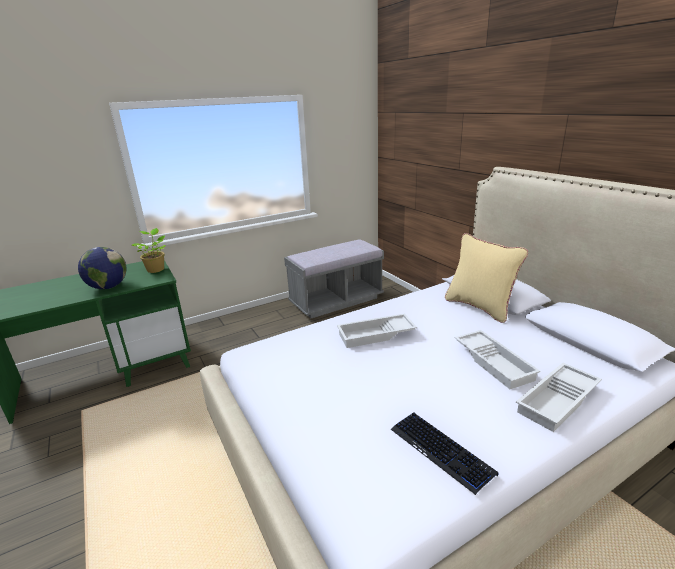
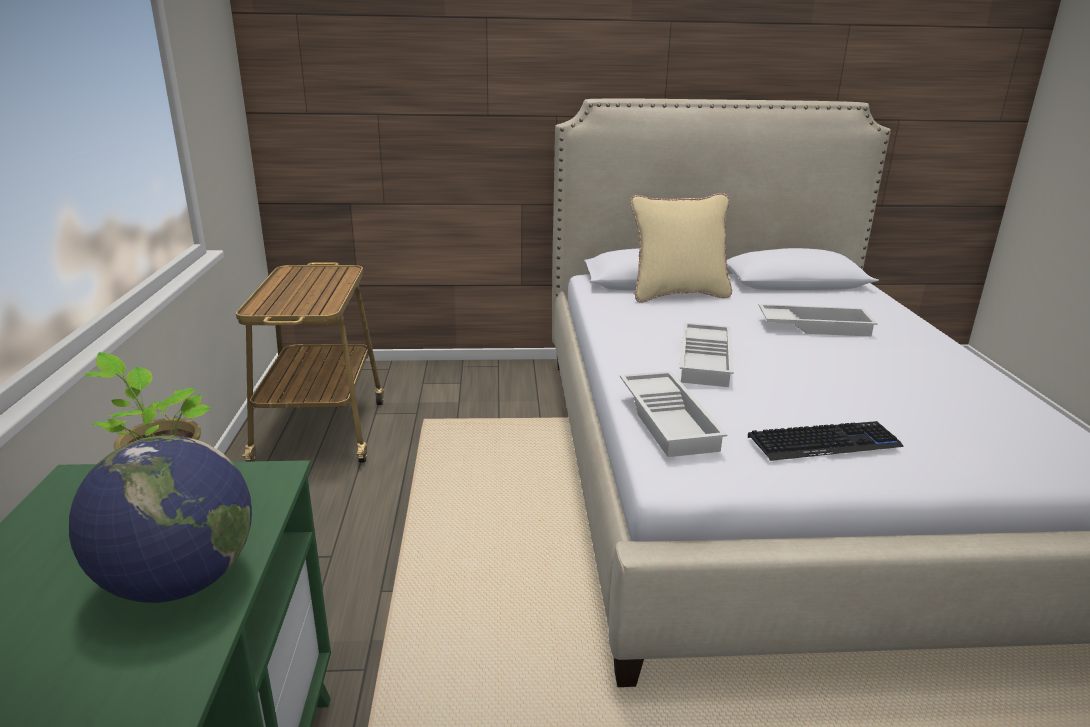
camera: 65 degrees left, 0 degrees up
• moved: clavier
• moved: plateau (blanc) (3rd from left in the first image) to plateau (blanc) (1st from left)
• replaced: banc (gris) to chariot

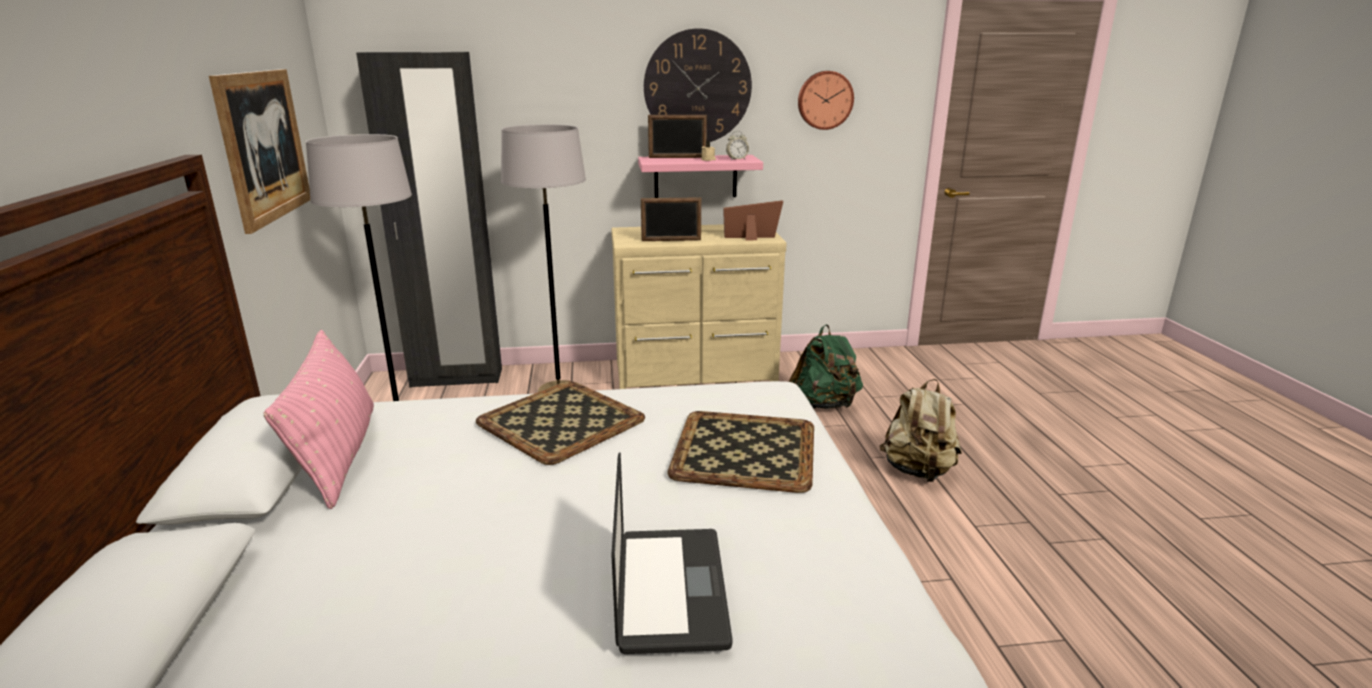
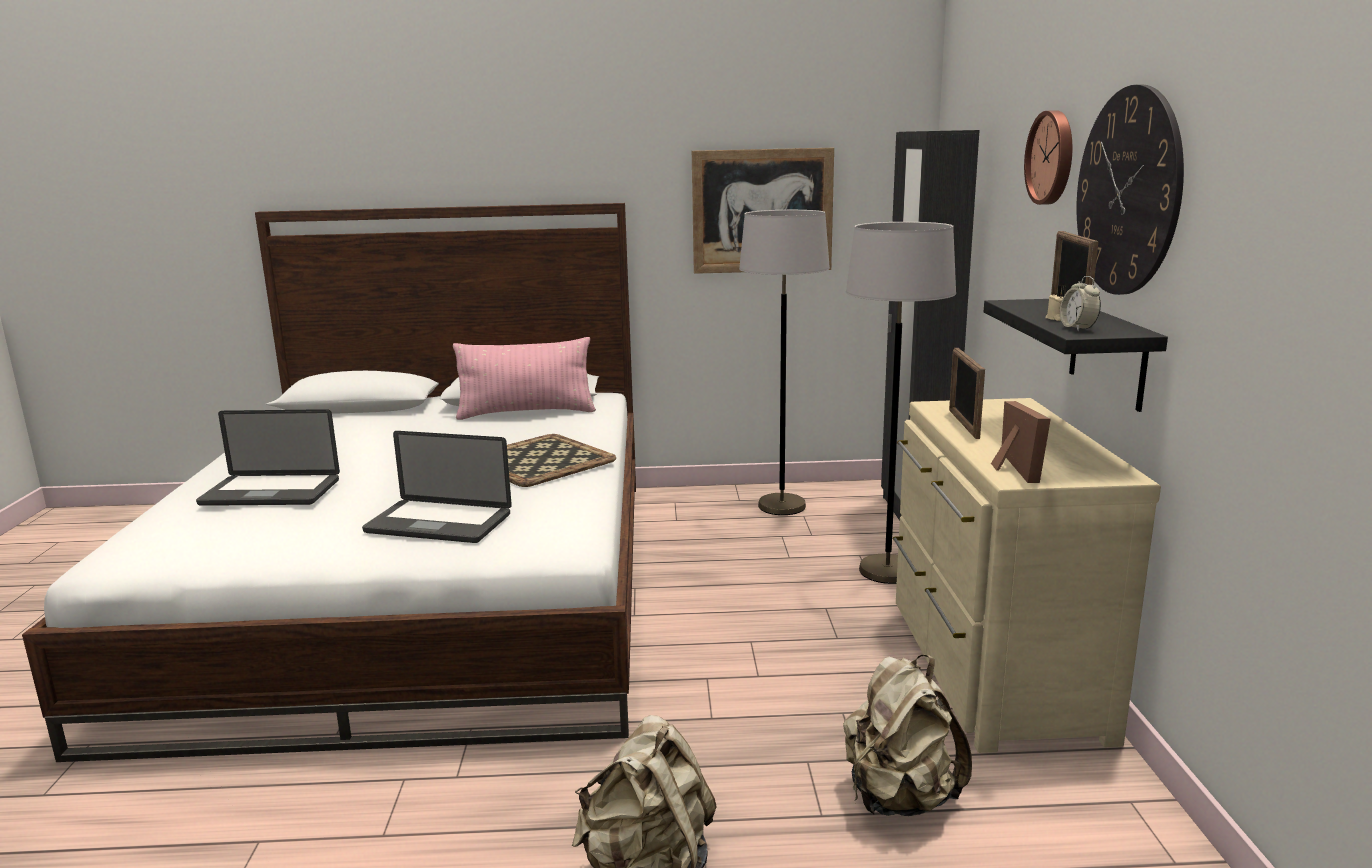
camera: 95 degrees right, 5 degrees down
• moved: horloge murale (2nd from left in the first image) to horloge murale (1st from left)
• replaced: plateau (2nd from left) to ordinateur portable (2nd from left)
• recoloured: étagère (rose) to étagère (noir)
• recoloured: sac à dos (vert) to sac à dos (beige) (2nd from left)

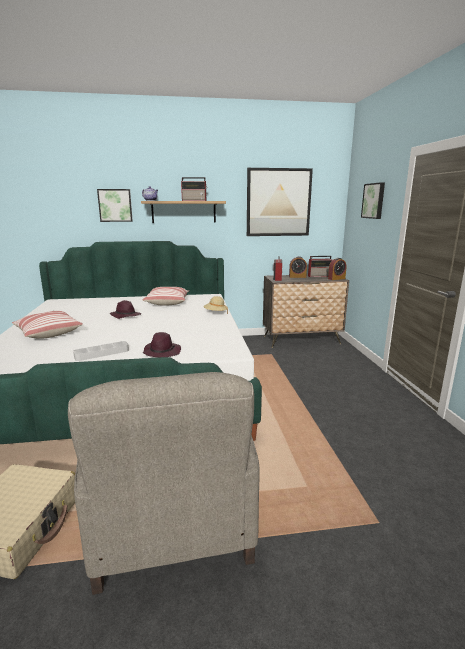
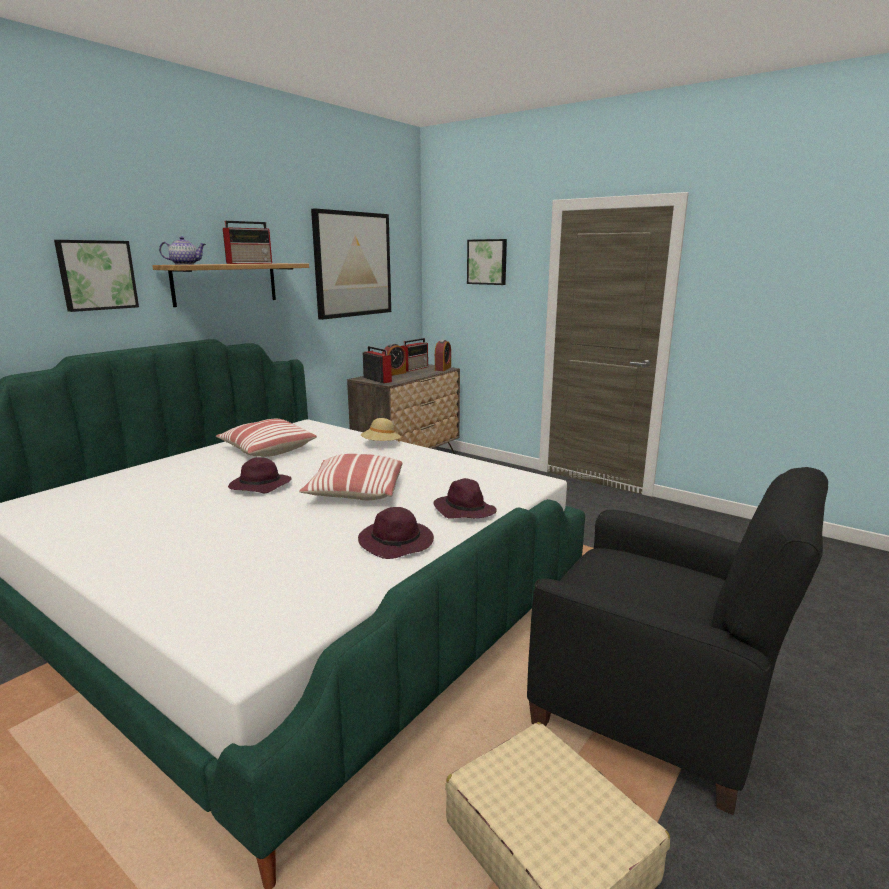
camera: 45 degrees left, 0 degrees up
• moved: coussin (1st from left in the first image) to coussin (2nd from left)
• replaced: plateau (gris) to chapeau (violet) (2nd from left)
• recoloured: fauteuil (beige) to fauteuil (noir)

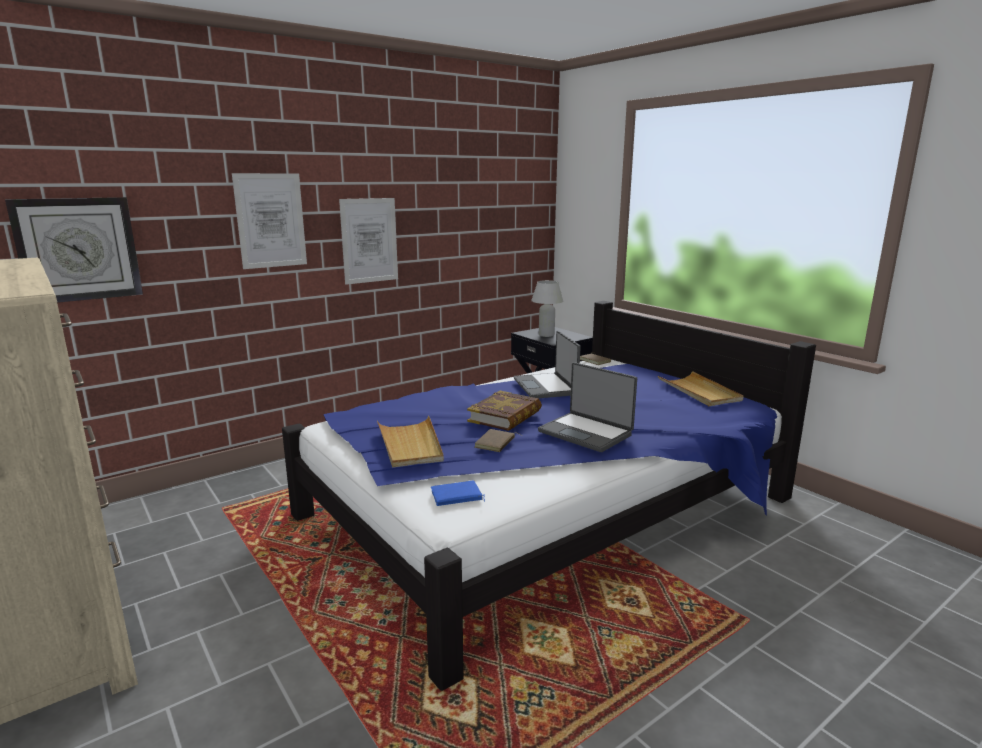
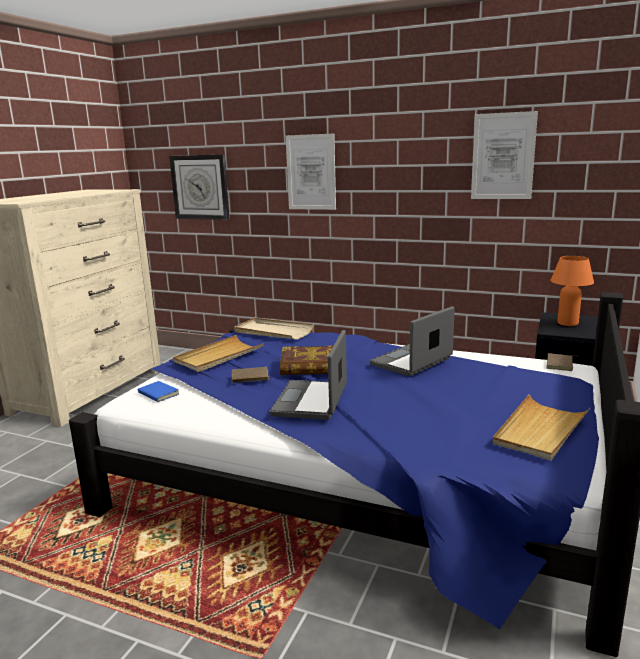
camera: 60 degrees right, 0 degrees up
• added: plateau (beige) (2nd from left)
• moved: tableau (2nd from left)
• recoloured: lampe de table (blanc) to lampe de table (orange)

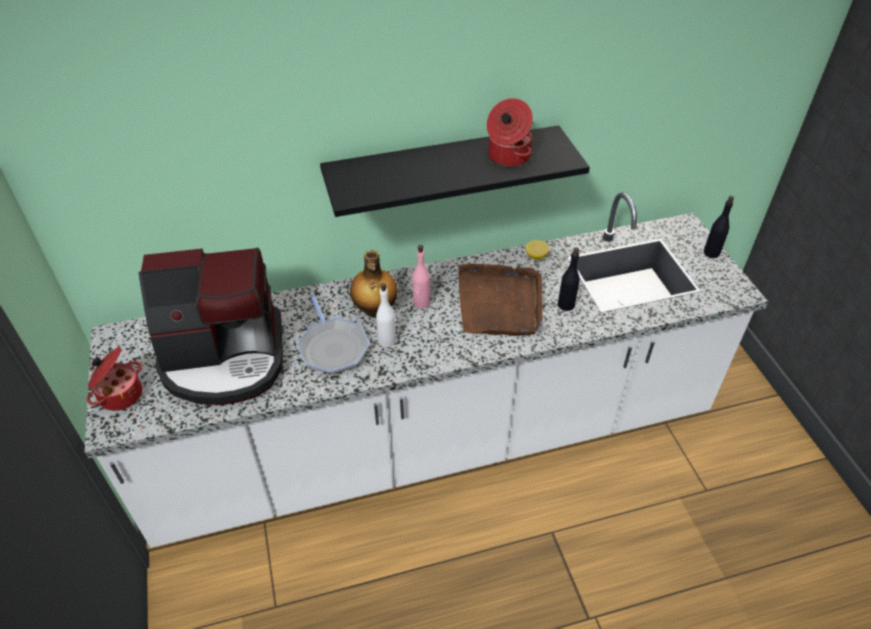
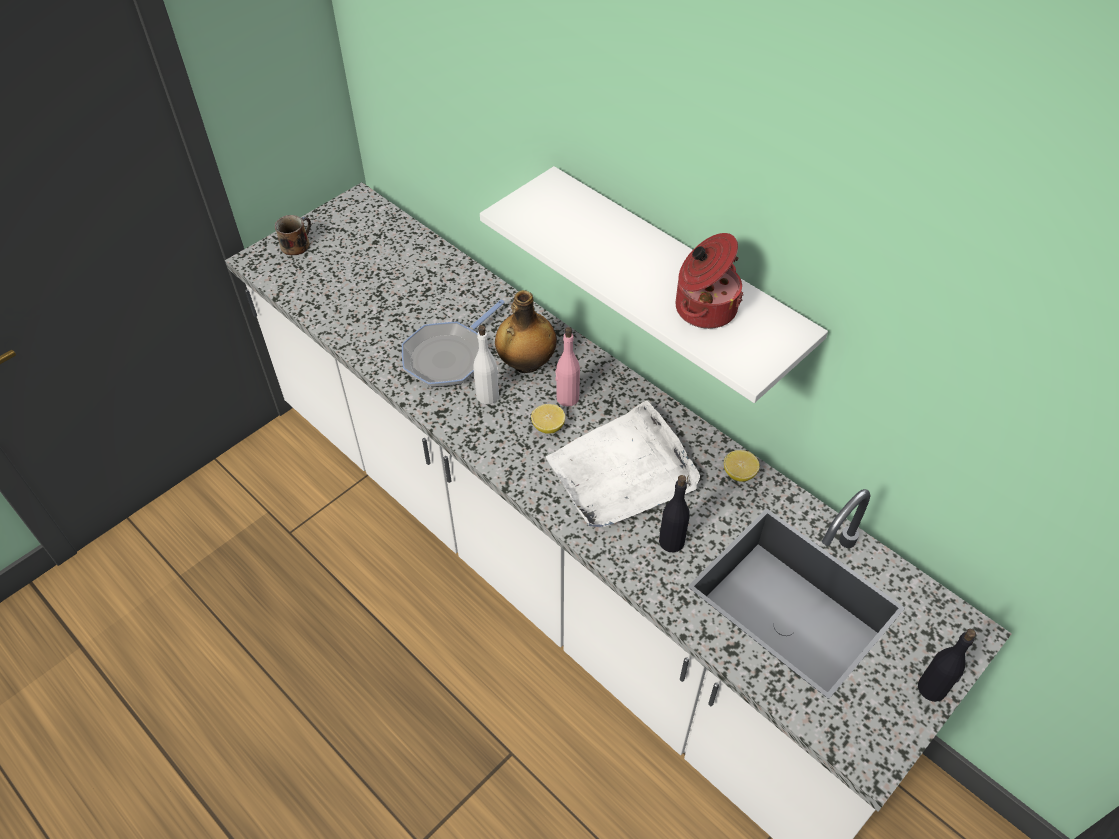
camera: 60 degrees right, 5 degrees up
• removed: machine à café
• added: citron (1st from left)
• replaced: marmite (1st from left) to mug
• recoloured: étagère (noir) to étagère (blanc)
• recoloured: plateau (marron) to plateau (blanc)

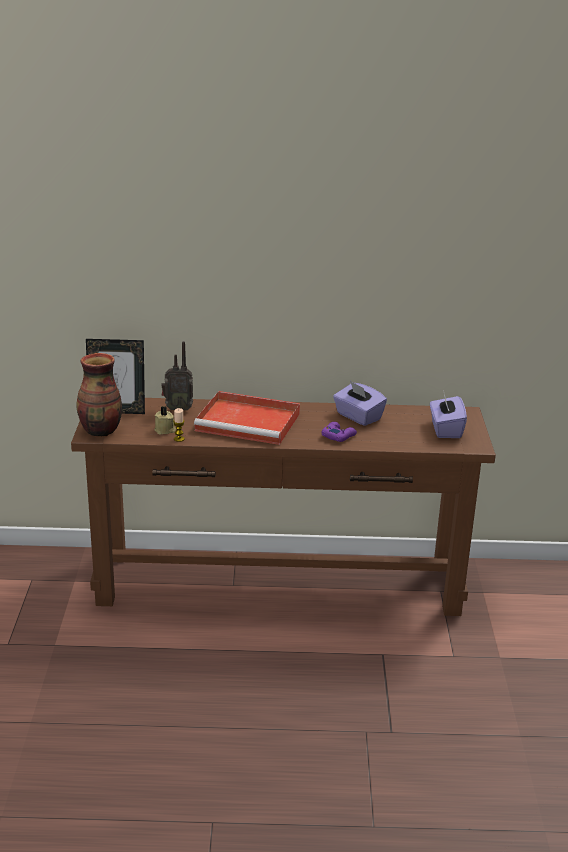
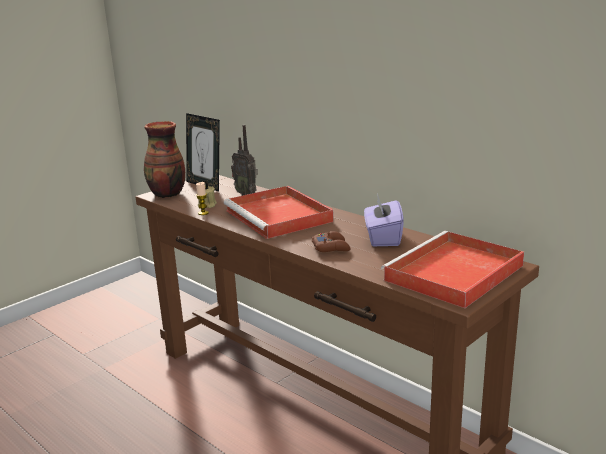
camera: 45 degrees right, 5 degrees down
• replaced: boîte à mouchoirs (violet) (2nd from left) to plateau (rouge) (2nd from left)
• recoloured: manette (violet) to manette (marron)

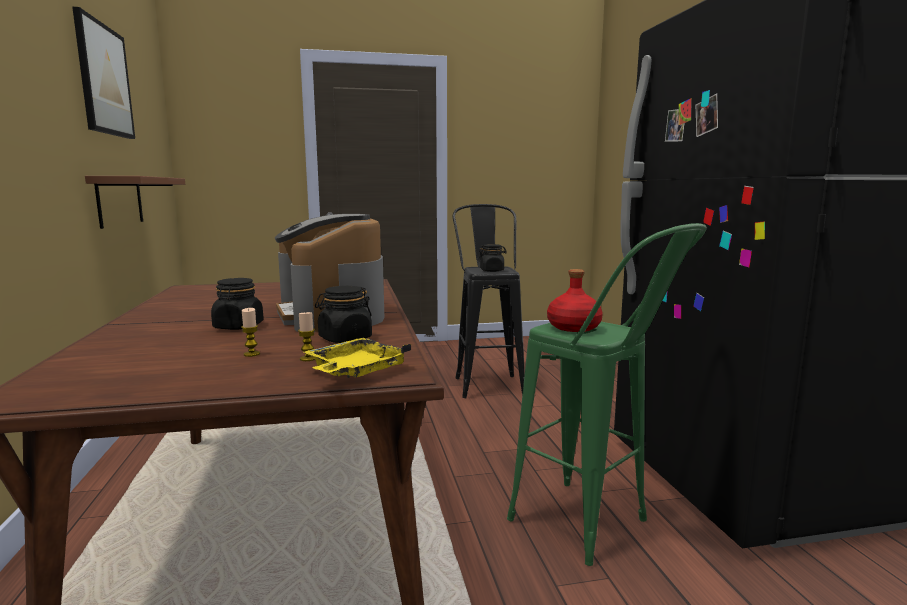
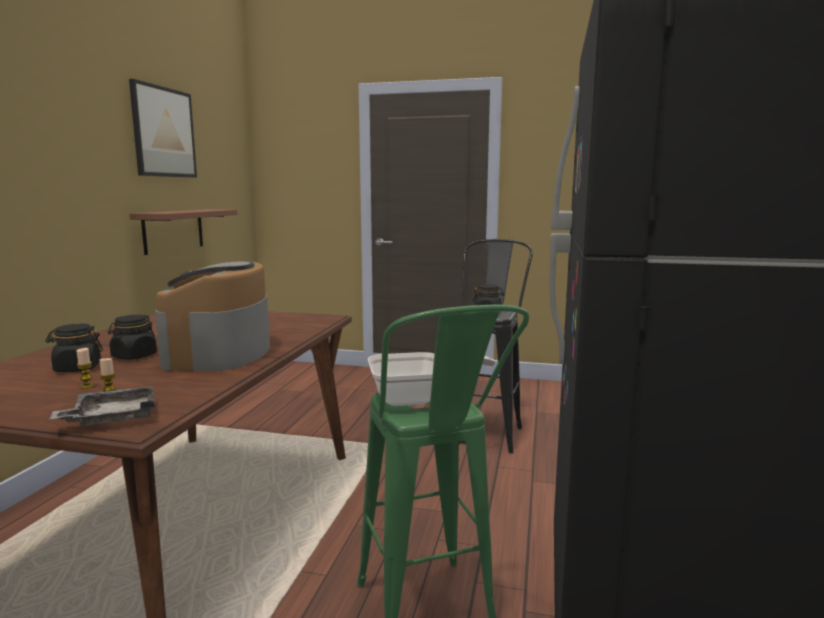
camera: 25 degrees right, 0 degrees up
• moved: bocal (noir) (2nd from left in the first image) to bocal (noir) (1st from left)
• replaced: bouteille (rouge) to poêle
• recoloured: plateau (jaune) to plateau (gris)

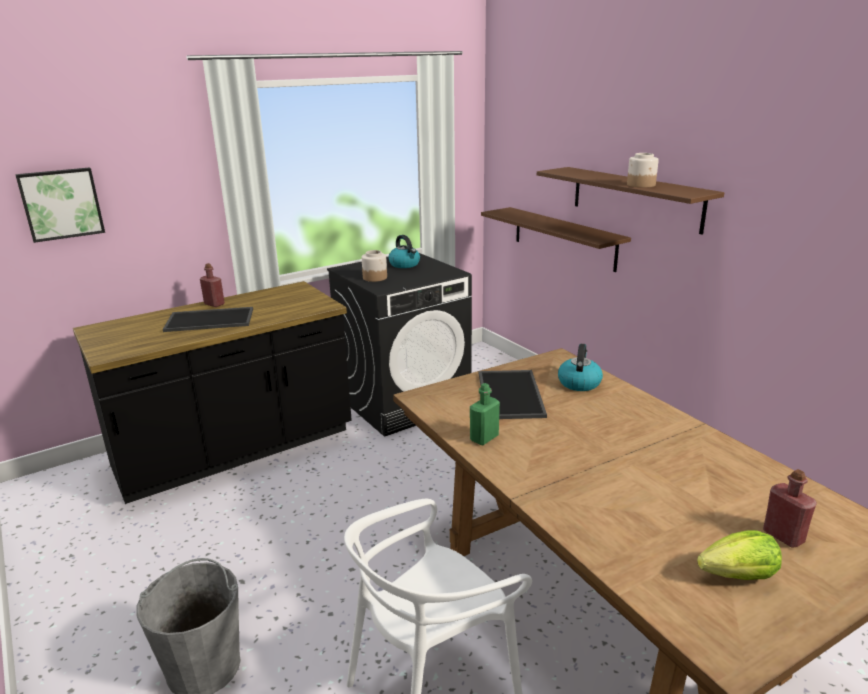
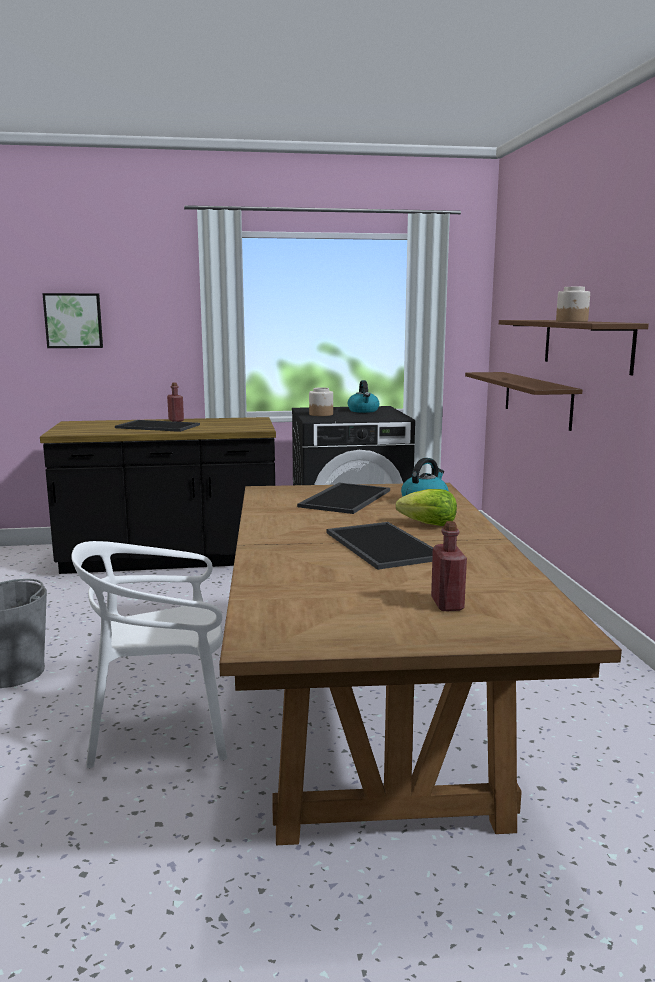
camera: 25 degrees right, 10 degrees down
• removed: bouteille (vert)
• added: plateau (3rd from left)
• moved: laitue

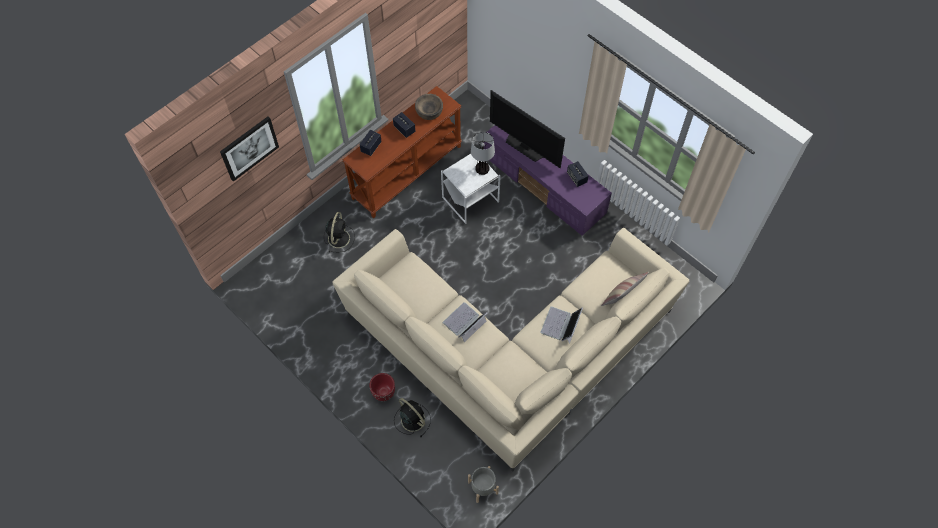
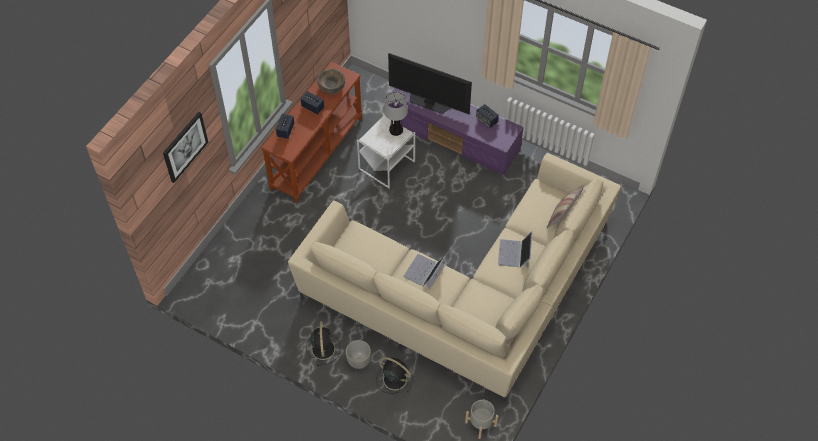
camera: 15 degrees left, 5 degrees down
• moved: ventilateur (noir) (1st from left)
• recoloured: cache-pot (rouge) to cache-pot (gris) (1st from left)

